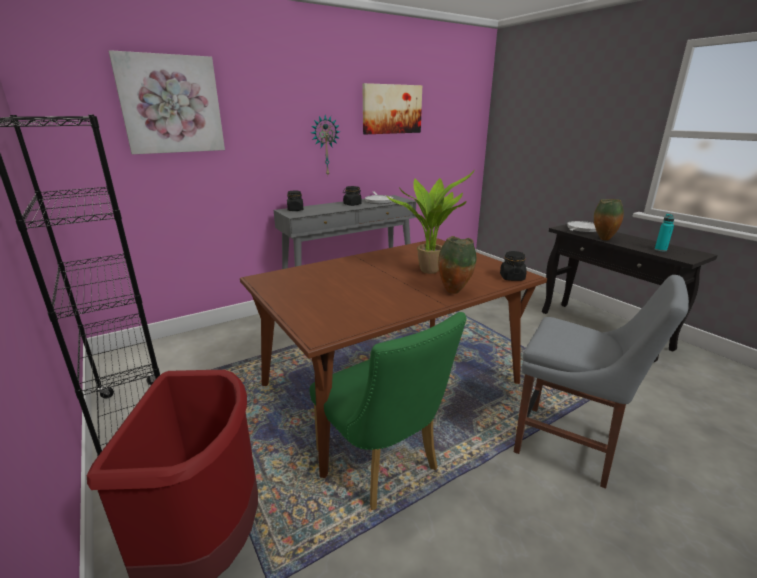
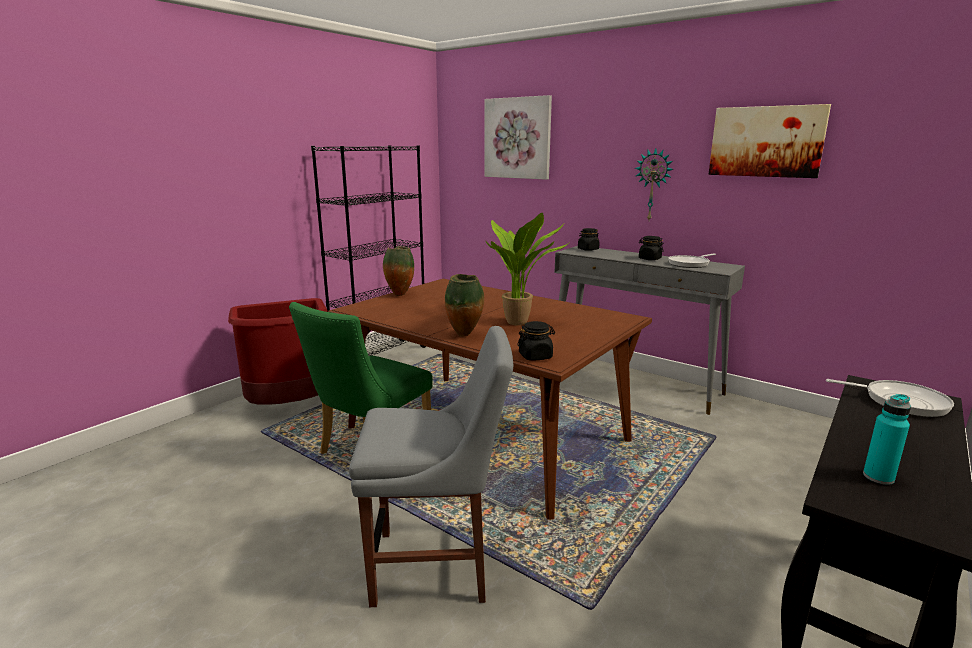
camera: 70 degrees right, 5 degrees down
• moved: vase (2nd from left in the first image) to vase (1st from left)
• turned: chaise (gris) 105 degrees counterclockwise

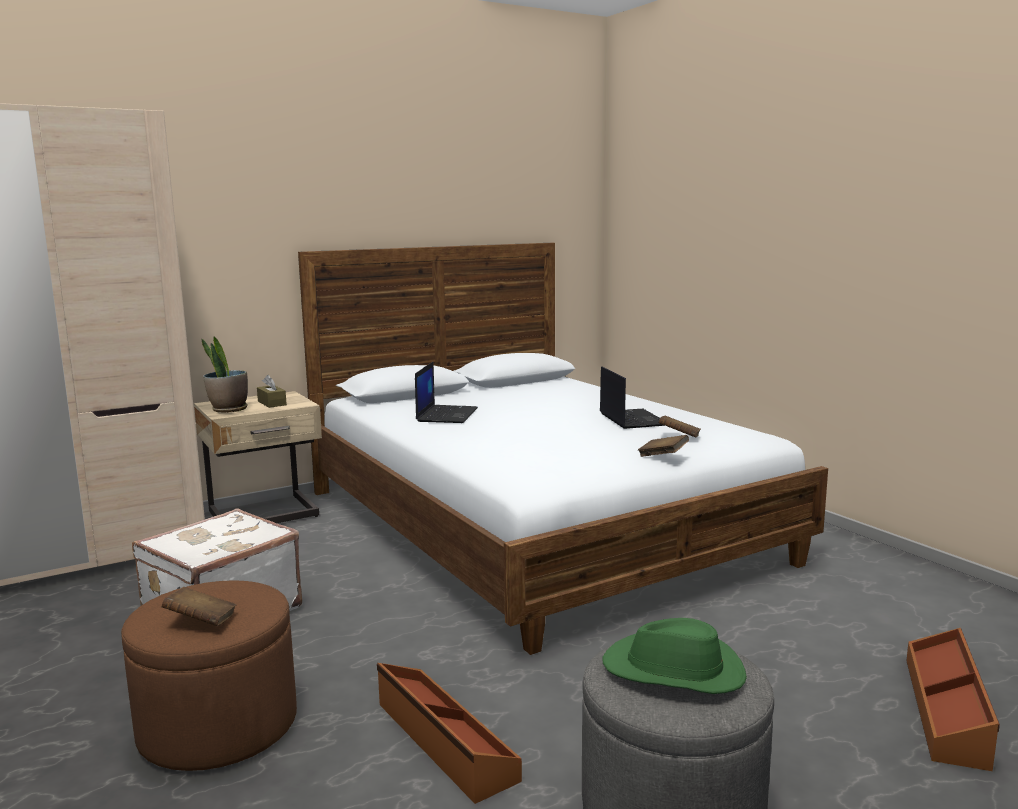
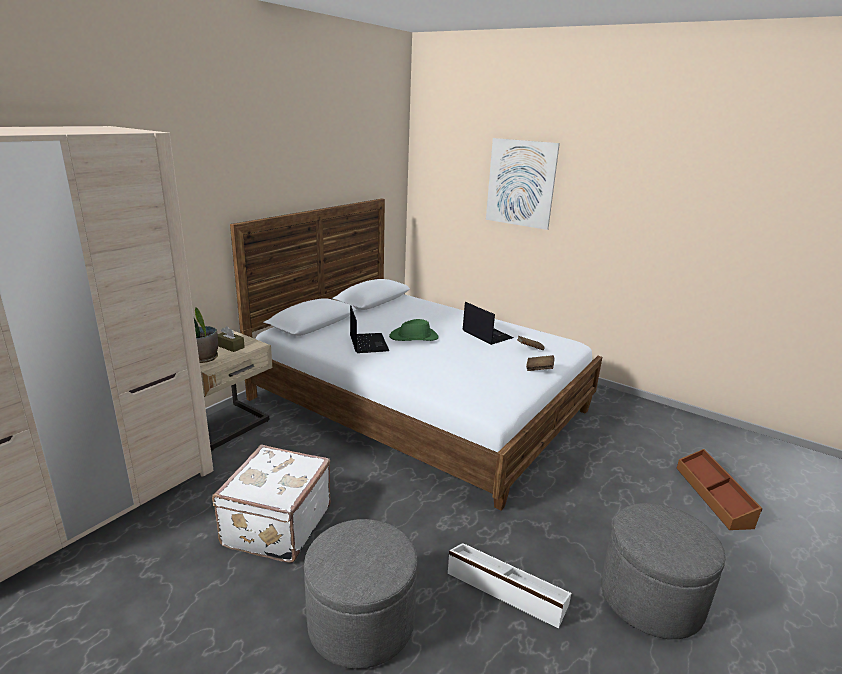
camera: 25 degrees left, 10 degrees up
• removed: livre (marron) (1st from left)
• added: tableau
• moved: chapeau (vert)
• recoloured: pouf (marron) to pouf (gris) (1st from left)
• recoloured: boîte de rangement (marron) (1st from left) to boîte de rangement (blanc)

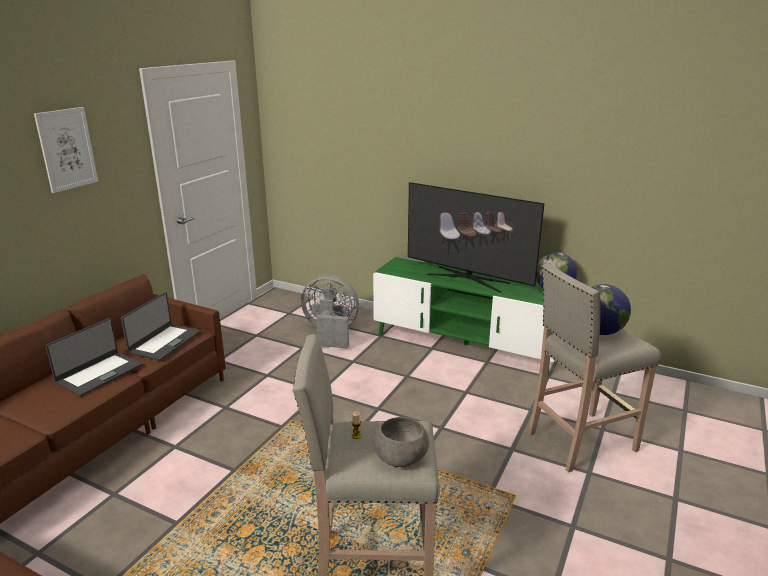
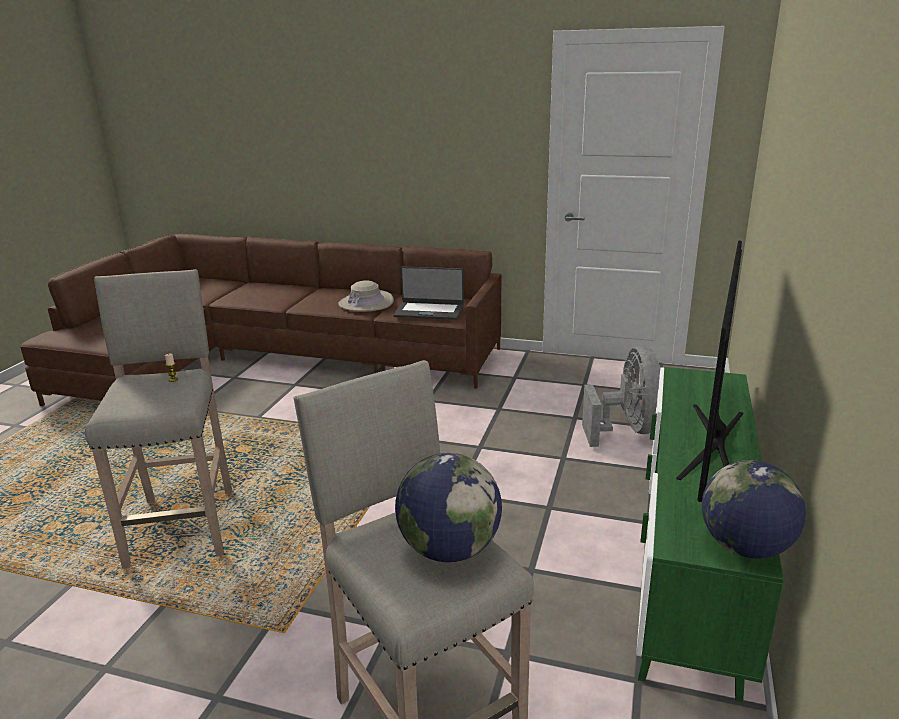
camera: 80 degrees right, 0 degrees up
• removed: tableau
• removed: bol (gris)
• replaced: ordinateur portable (1st from left) to chapeau (beige)

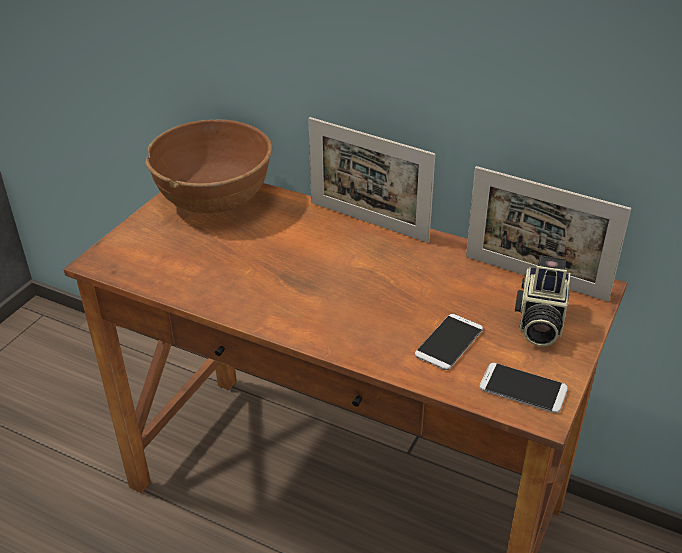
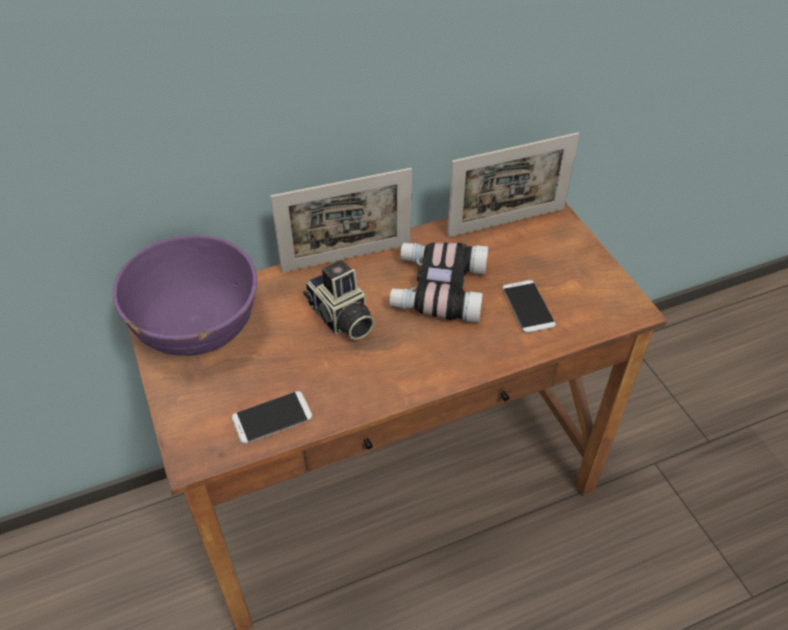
camera: 50 degrees left, 10 degrees up
• added: jumelles
• moved: téléphone (2nd from left in the first image) to téléphone (1st from left)
• moved: appareil photo
• recoloured: bol (marron) to bol (violet)

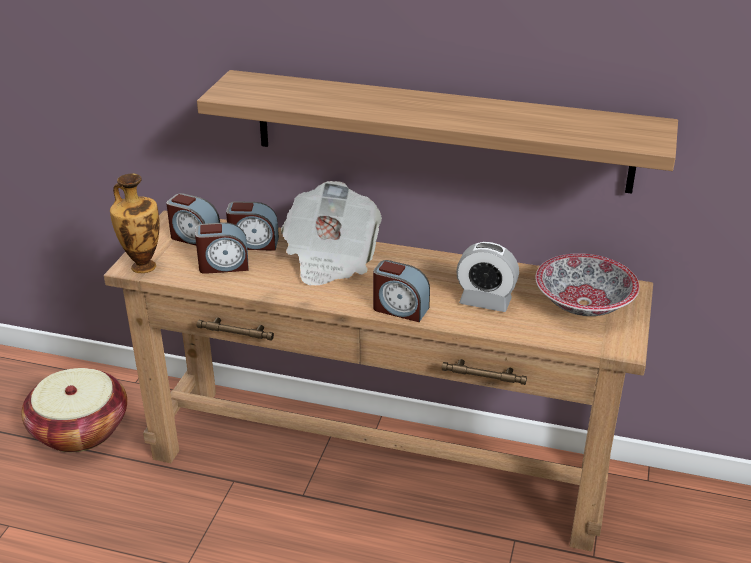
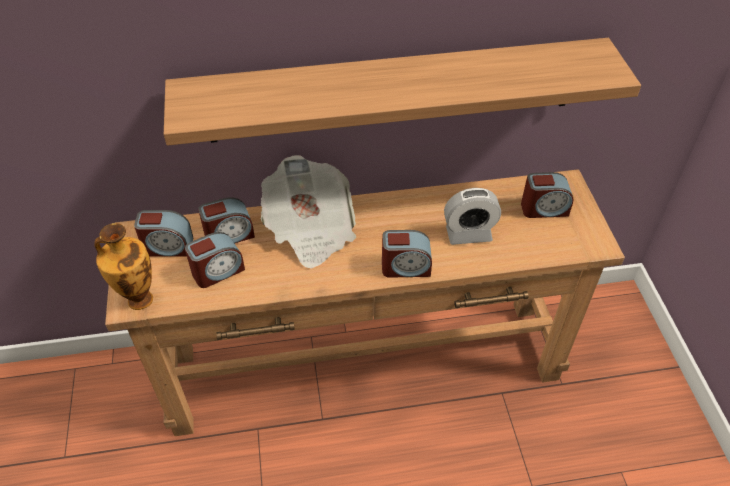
camera: 25 degrees left, 15 degrees up
• removed: panier
• replaced: bol to réveil (6th from left)

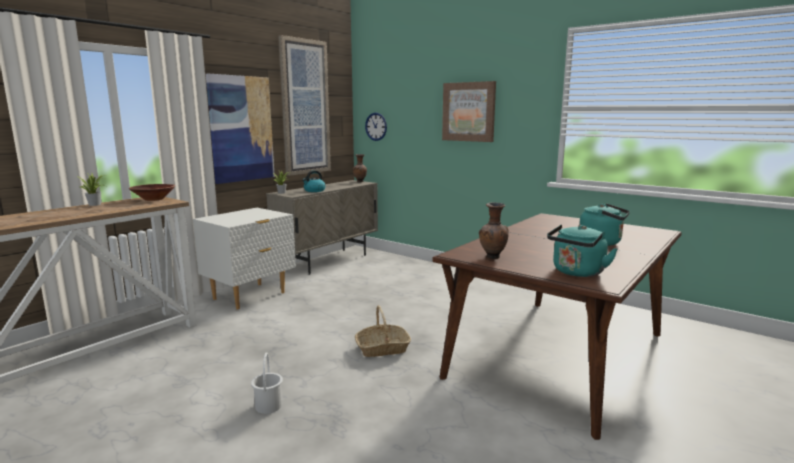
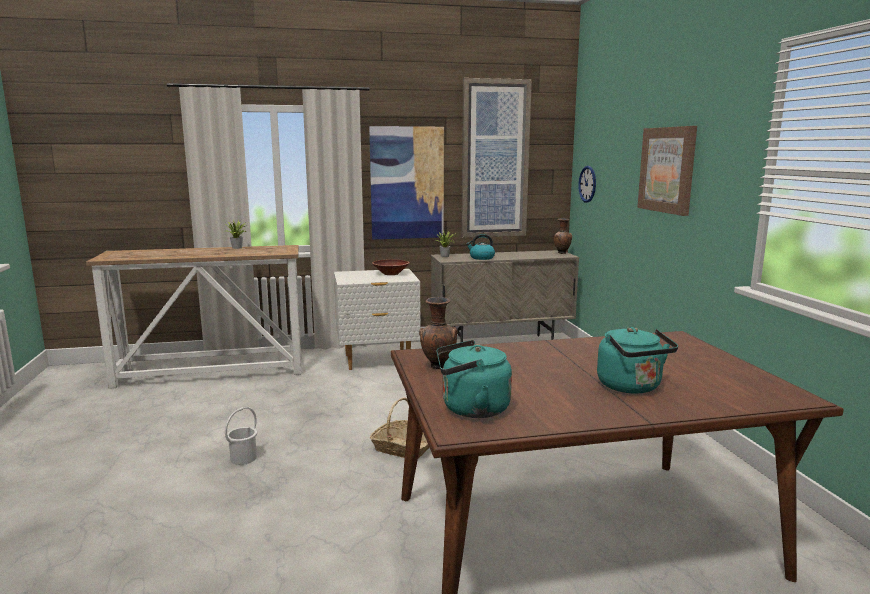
camera: 40 degrees right, 0 degrees up
• moved: bol (marron)

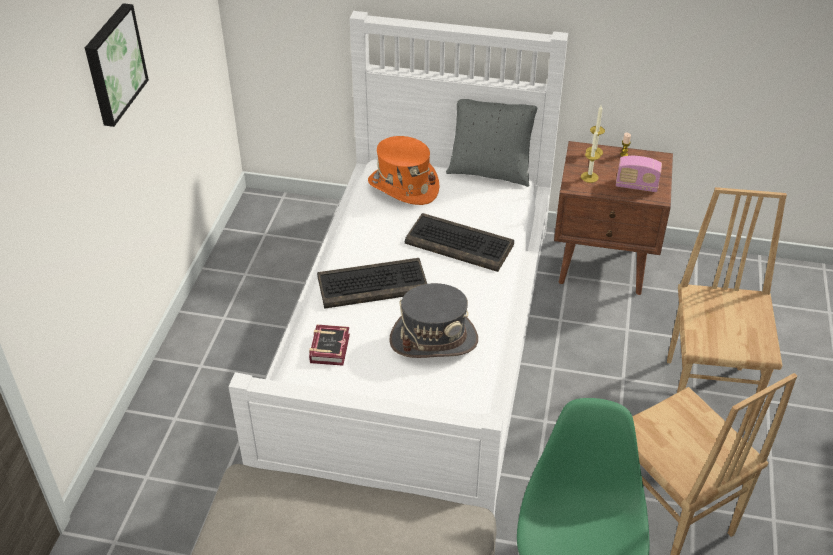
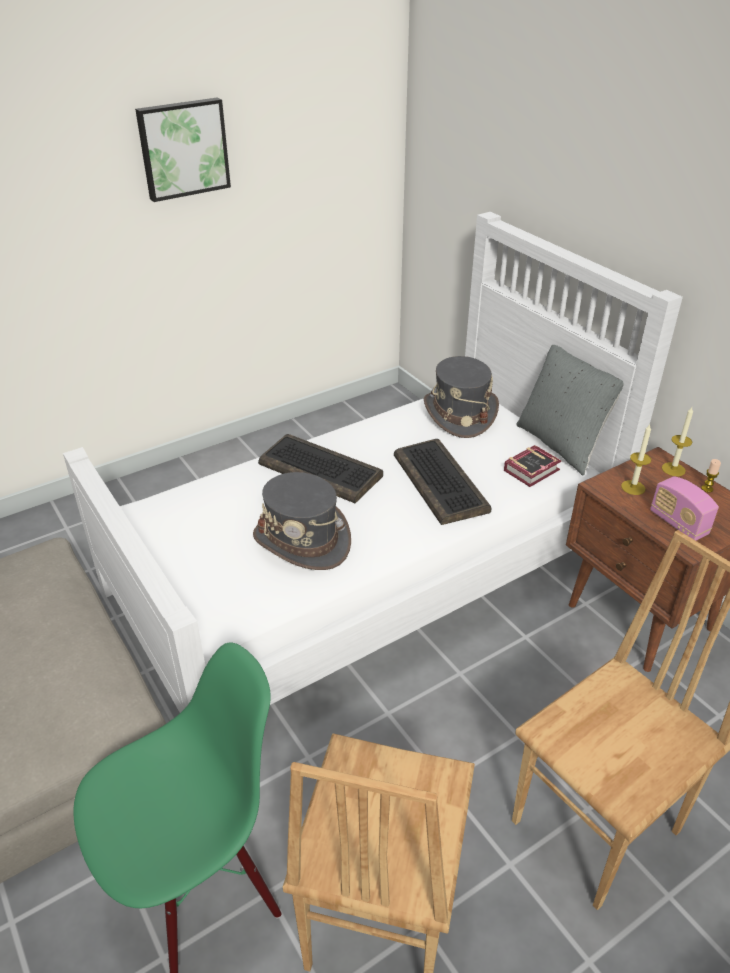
camera: 45 degrees right, 5 degrees down
• moved: livre
• recoloured: chapeau (orange) to chapeau (gris) (2nd from left)

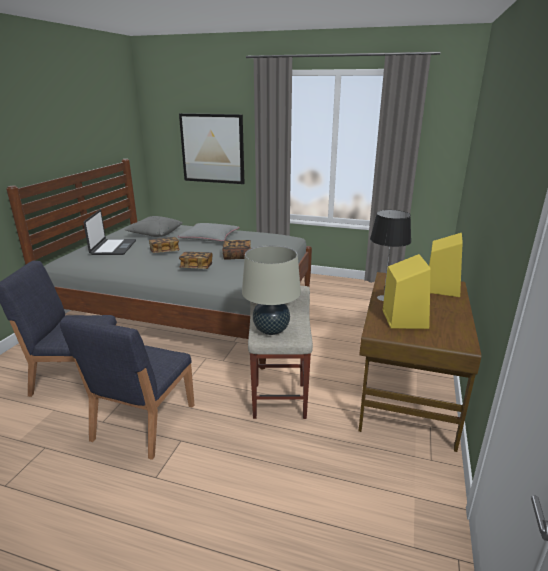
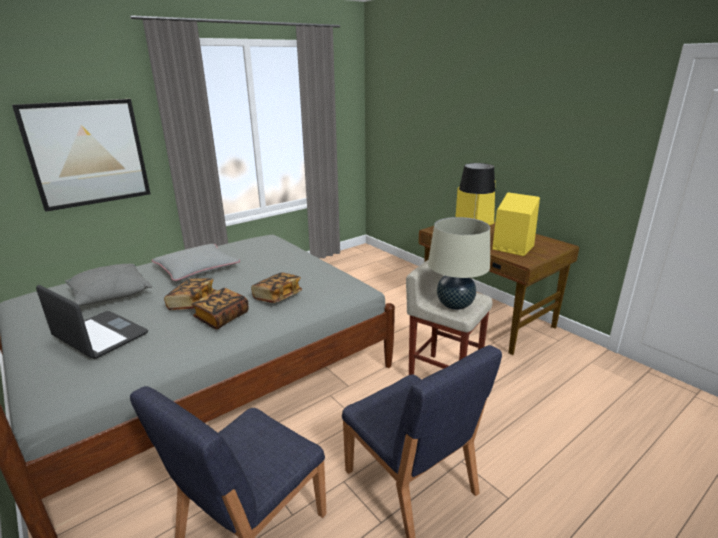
camera: 55 degrees left, 0 degrees up
• moved: livre (3rd from left in the first image) to livre (2nd from left)

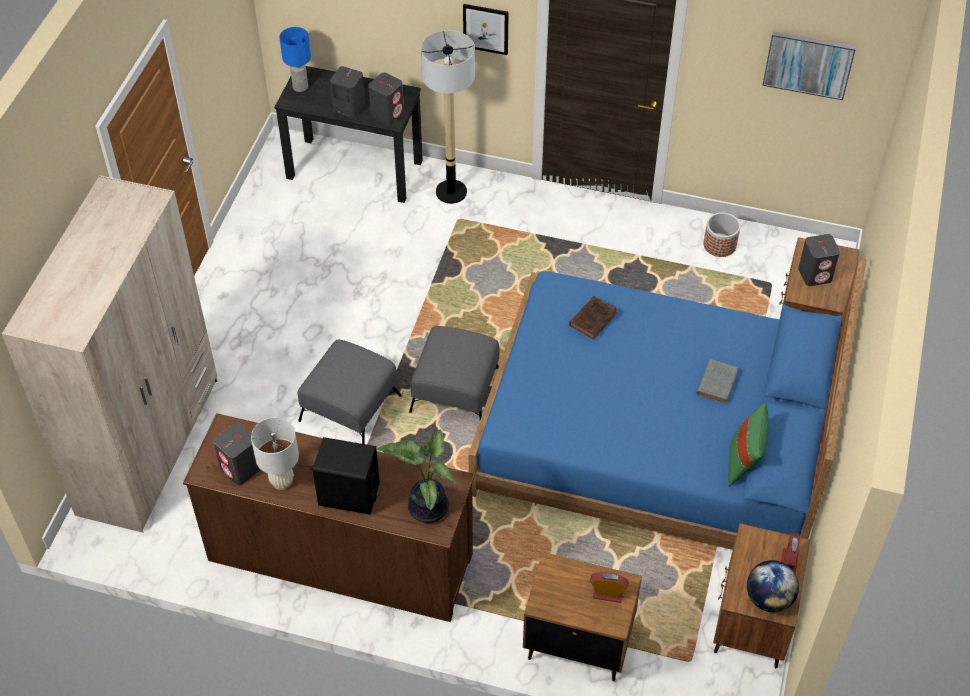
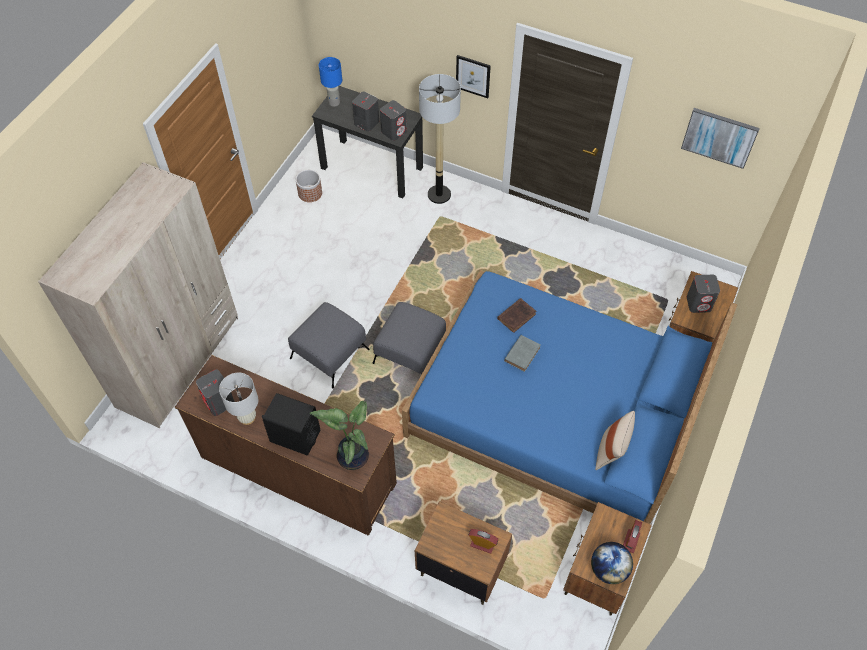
camera: 10 degrees right, 5 degrees up
• moved: livre (gris)
• moved: cache-pot
• recoloured: coussin (vert) to coussin (beige)

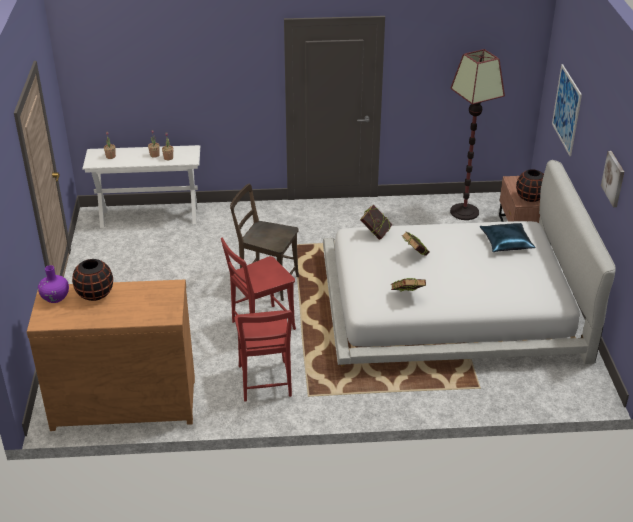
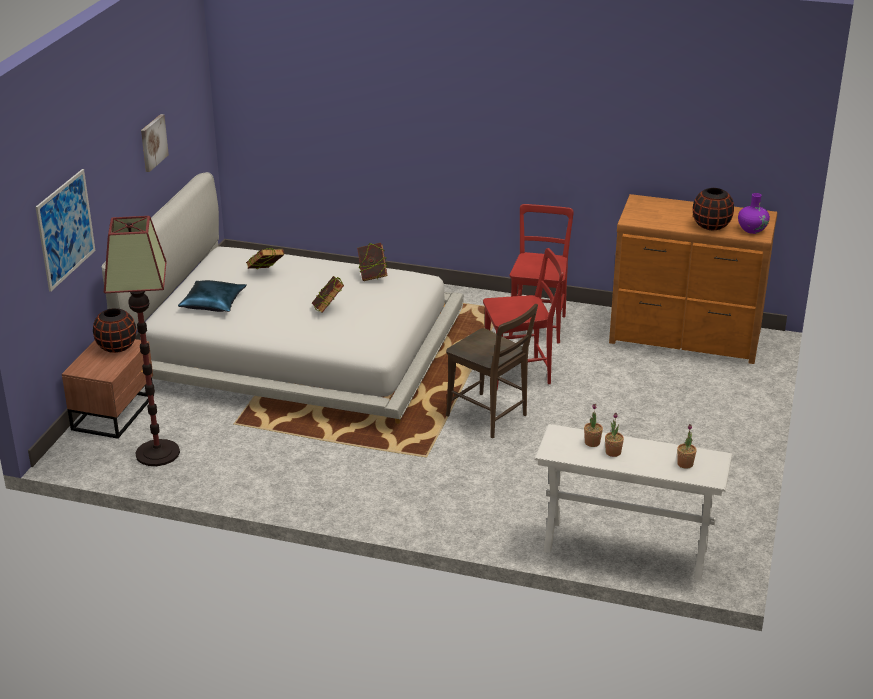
camera: 160 degrees left, 5 degrees down
• moved: livre (1st from left)

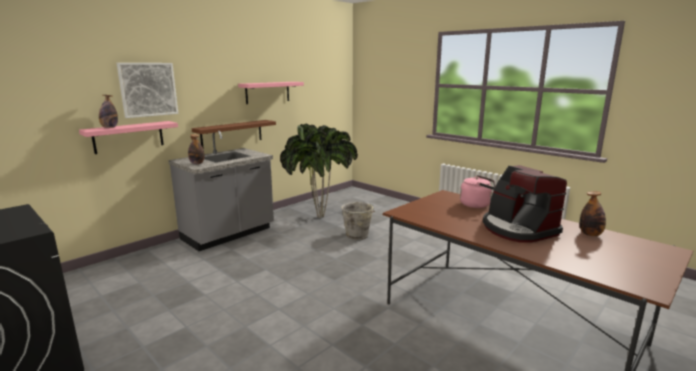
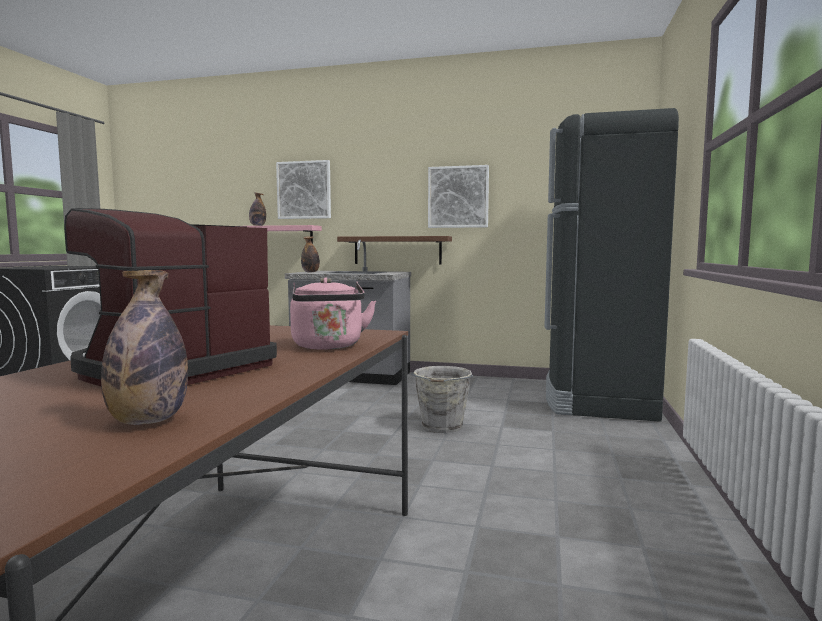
camera: 60 degrees right, 10 degrees down
• removed: plante en pot
• added: réfrigérateur (noir)
• replaced: étagère (rose) (2nd from left) to tableau (2nd from left)

